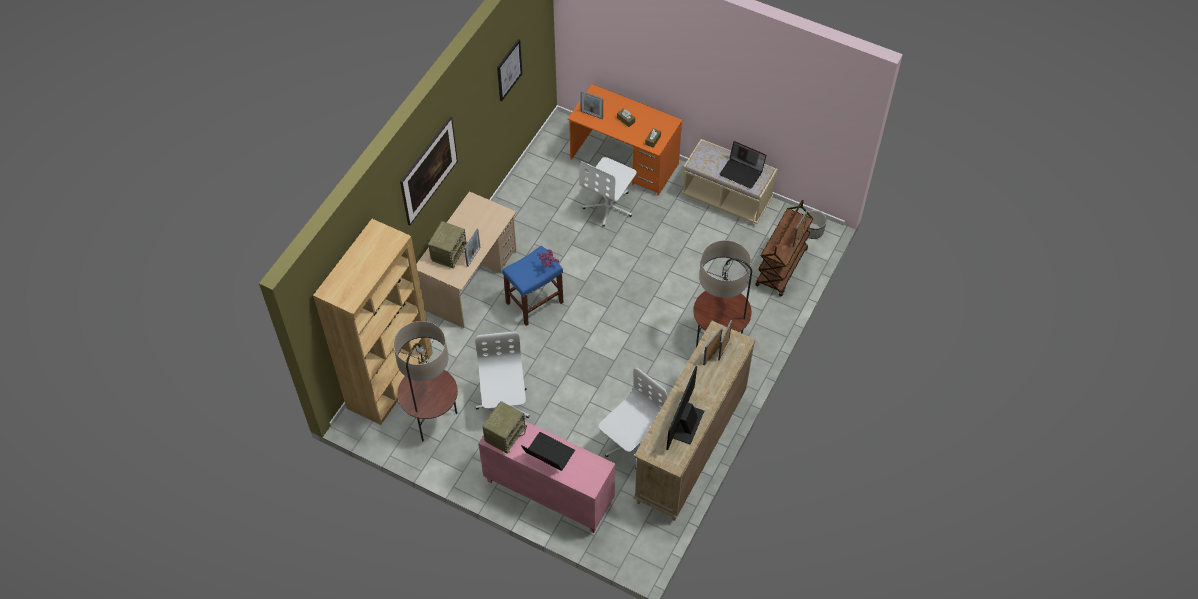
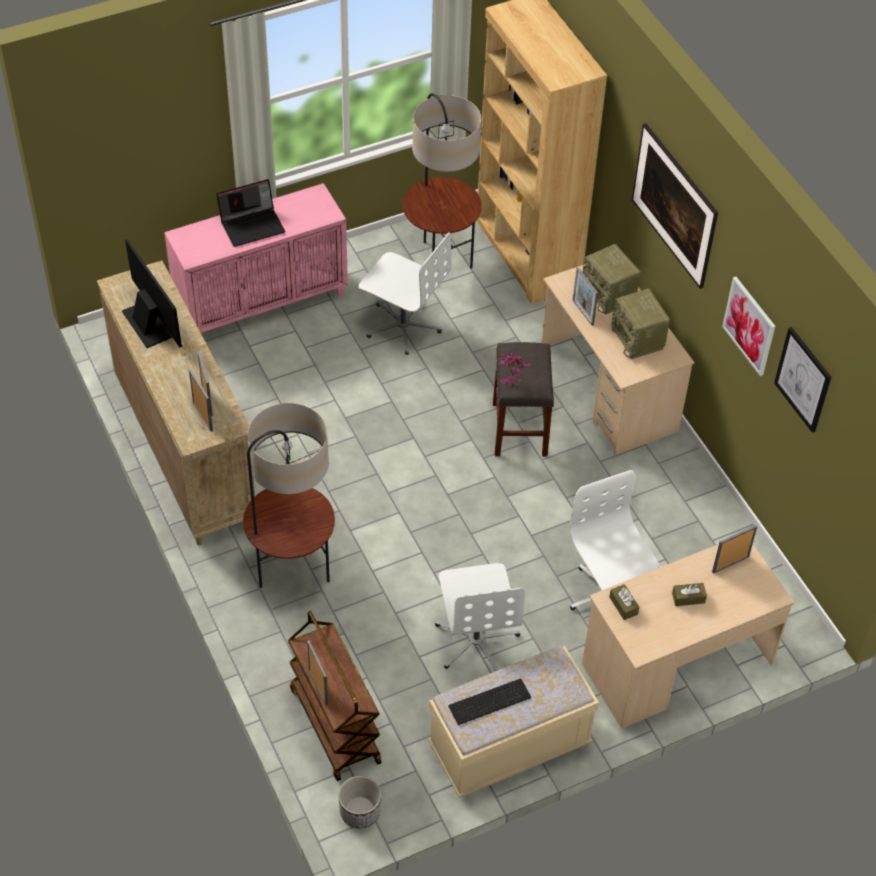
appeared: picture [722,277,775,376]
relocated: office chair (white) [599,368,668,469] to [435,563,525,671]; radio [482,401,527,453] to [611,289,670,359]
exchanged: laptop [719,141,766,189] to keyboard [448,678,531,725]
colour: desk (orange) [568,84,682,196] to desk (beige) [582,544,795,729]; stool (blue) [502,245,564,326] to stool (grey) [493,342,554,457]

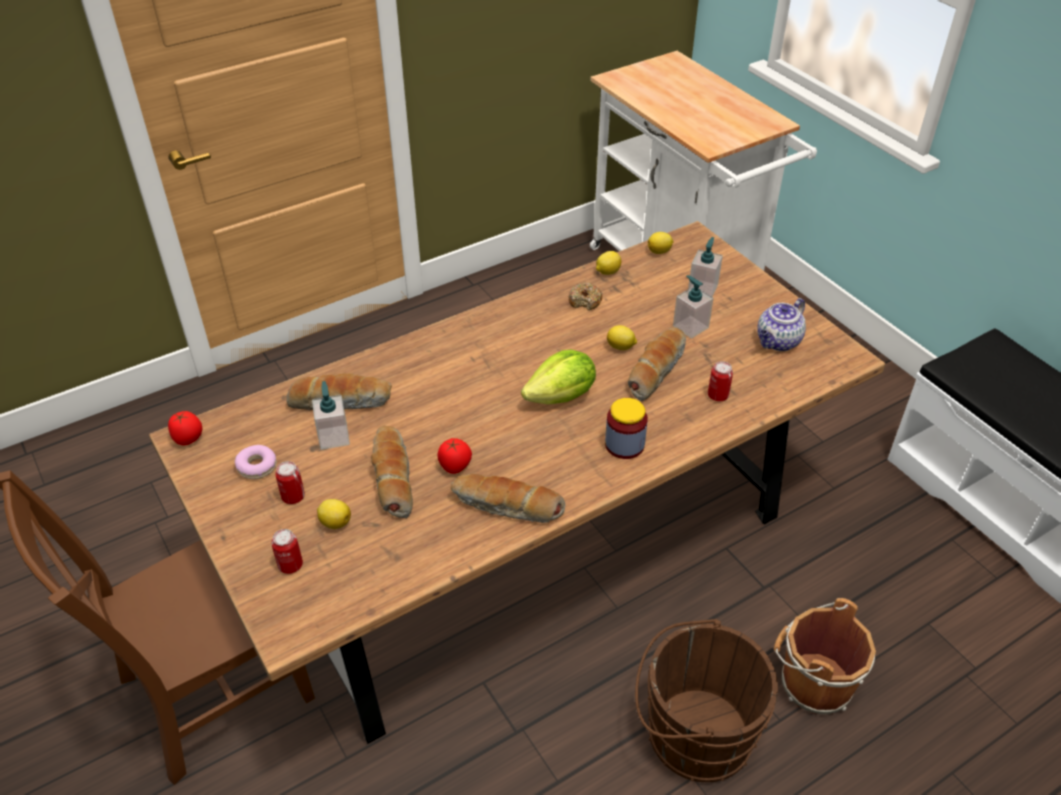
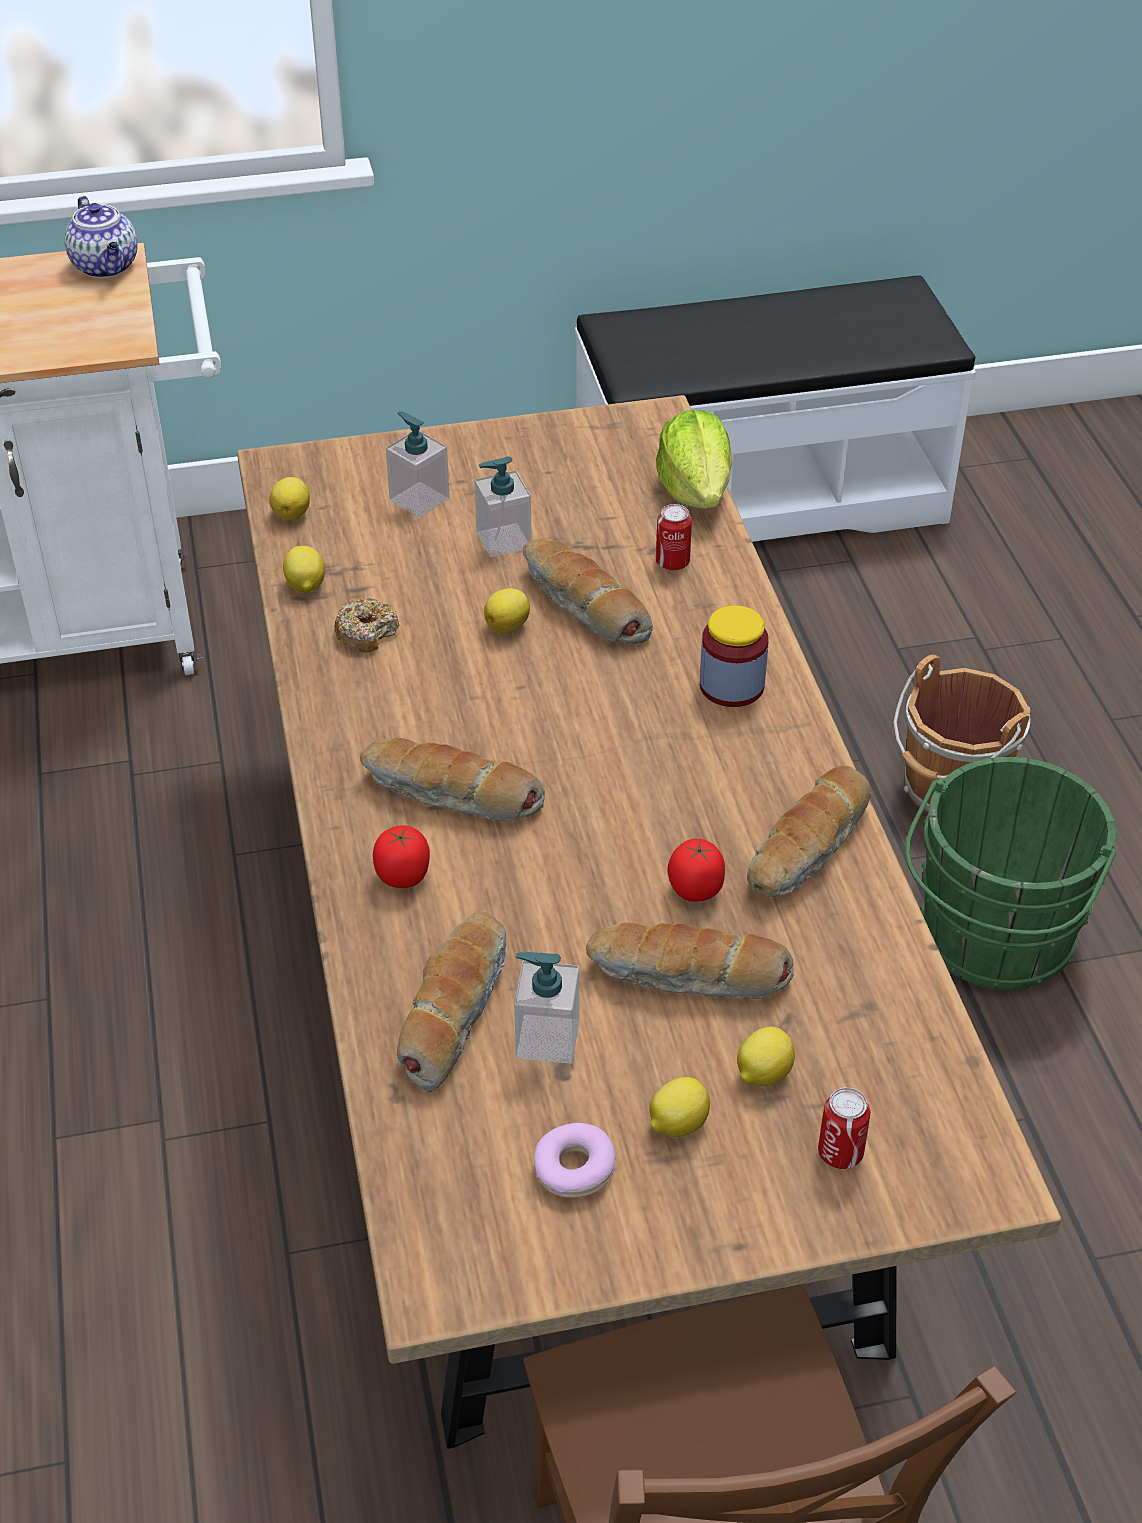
appeared: bread [360,738,545,822]
relocated: teapot [757,298,806,351] to [64,196,137,278]; lettuce [521,349,596,405] to [656,410,732,509]; tomato [168,411,203,445] to [373,825,430,888]
exchanged: can [275,461,305,504] to lemon [649,1077,710,1137]
colour: bucket (brown) [635,619,778,782] to bucket (green) [905,757,1116,990]

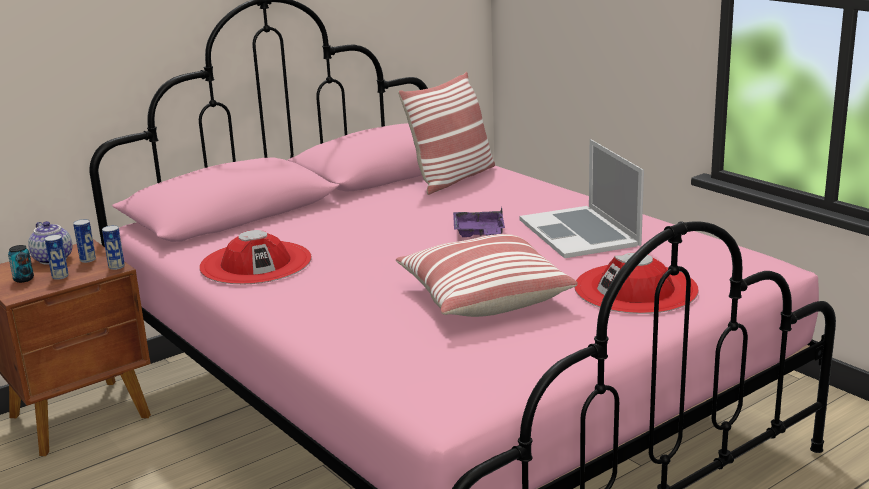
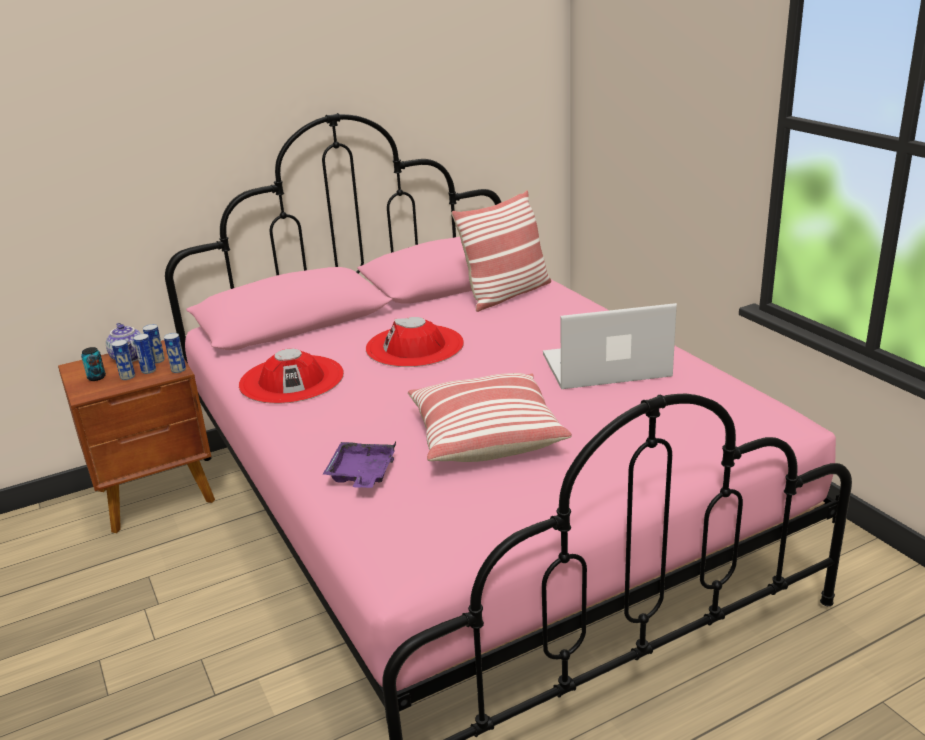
appeared: can [133,334,156,374]
relocated: tray (purple) [453,207,505,237] to [323,441,396,488]; hat (red) [574,253,699,314] to [366,317,464,367]
spun: laptop [520,139,644,258] = [543,303,677,389] 90 degrees clockwise

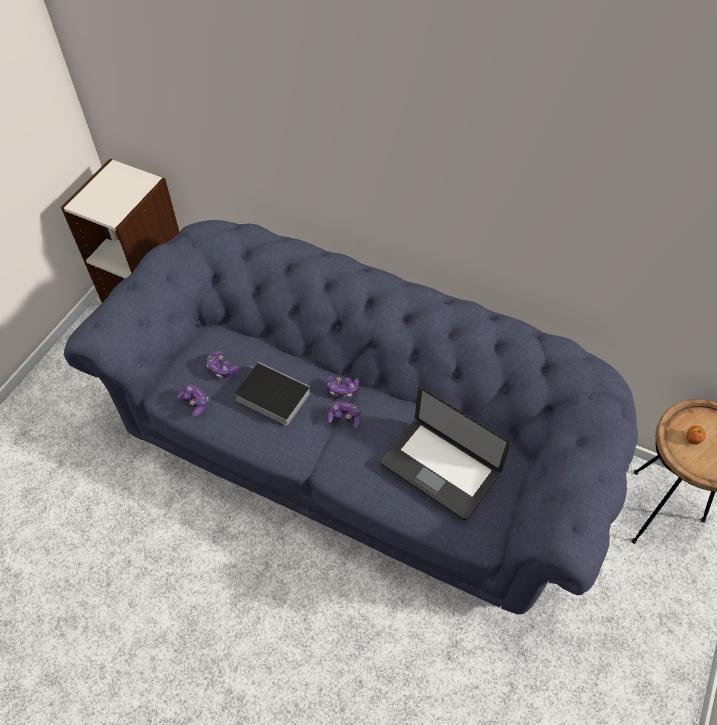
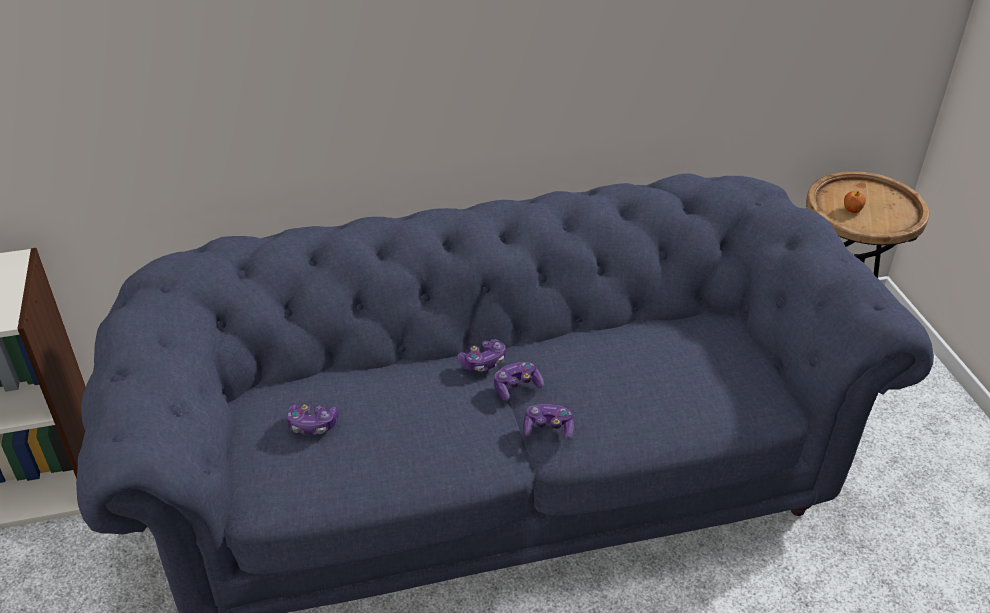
missing: book [234,362,311,426]; laptop [381,387,511,520]
relocated: game controller [177,385,209,417] to [523,404,574,440]

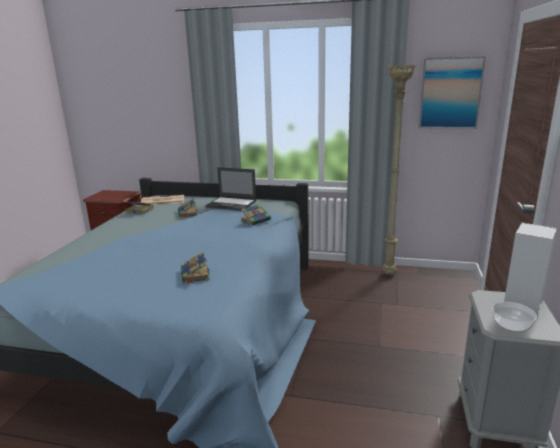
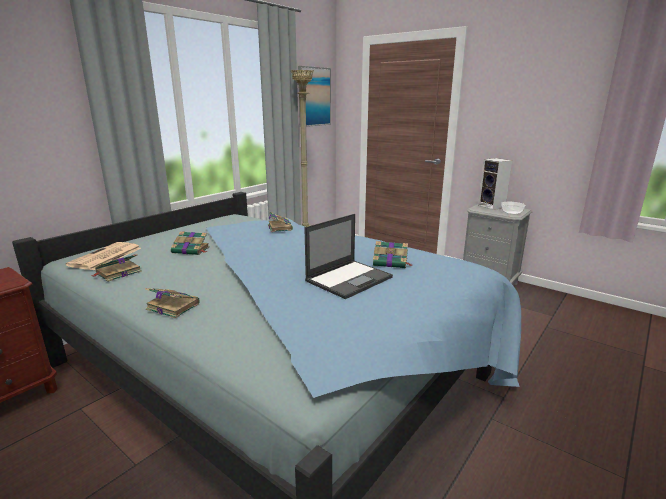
appeared: book [145,288,200,318]
relocated: laptop [205,167,256,211] to [304,214,393,299]

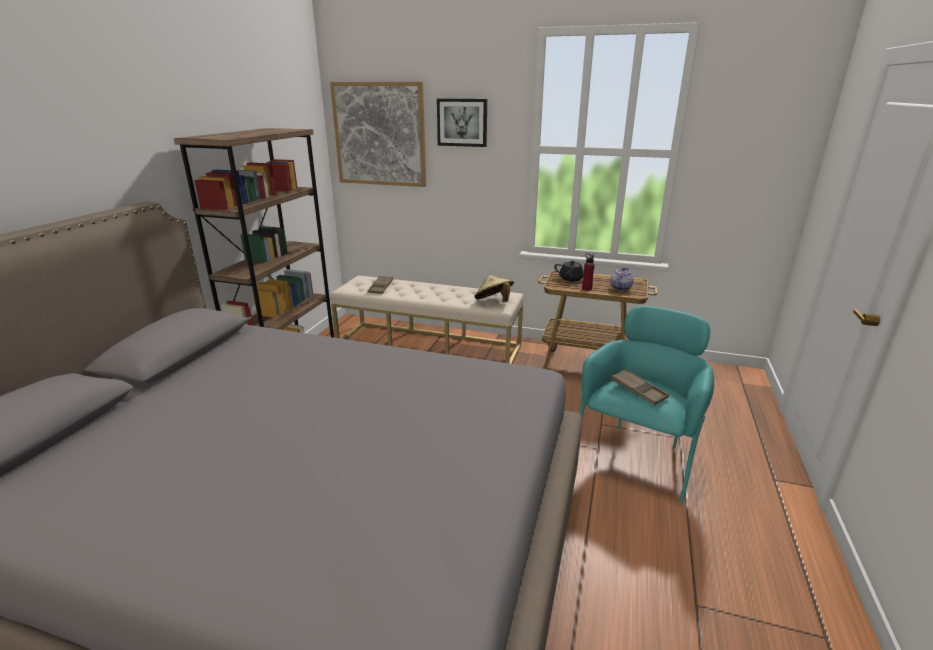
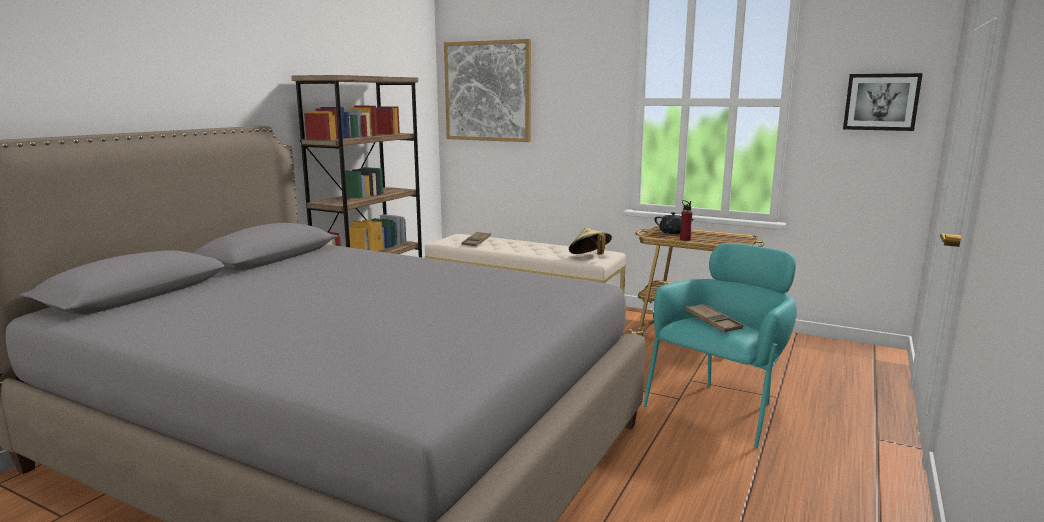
missing: teapot [610,267,634,291]
relocated: picture [437,99,487,147] to [843,73,923,131]

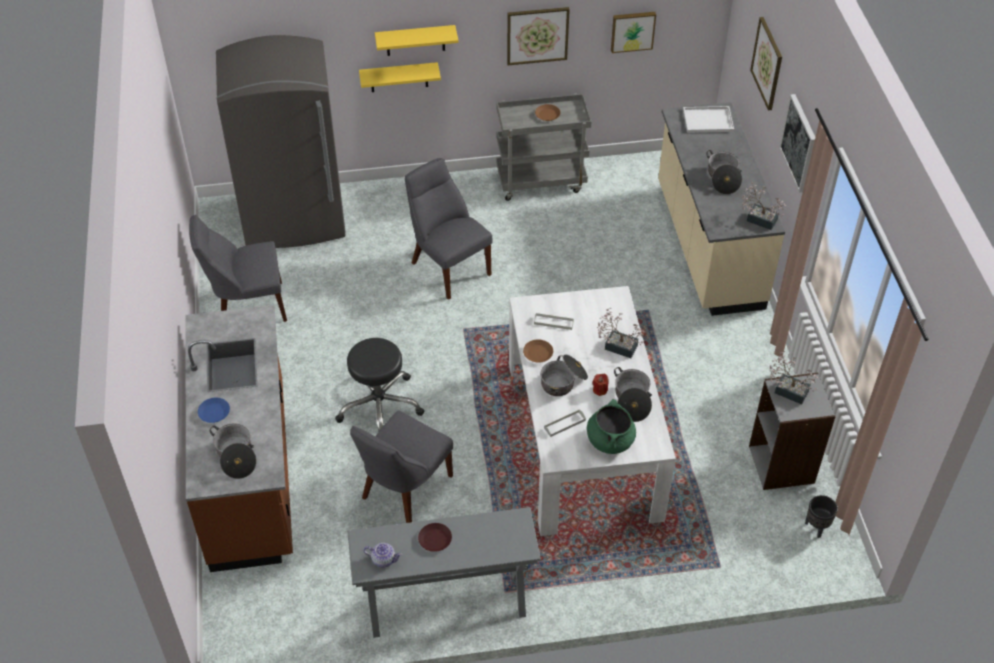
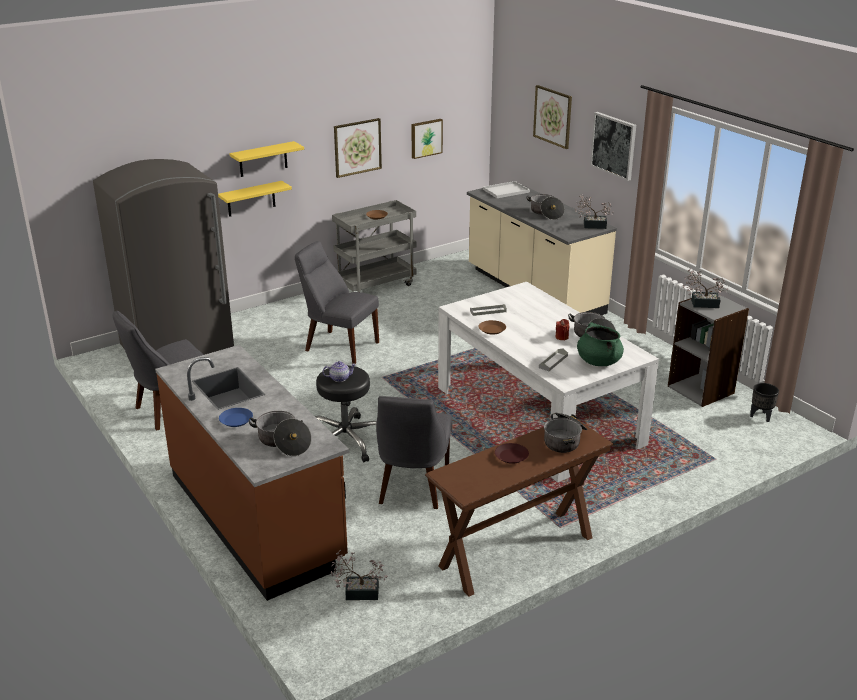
relocated: potted plant [597,308,645,358] to [331,550,388,600]; cooking pot [540,354,588,396] to [544,413,588,453]; teapot [363,543,402,568] to [322,361,356,382]
colour: console table (grey) [347,507,541,638] to console table (brown) [425,419,614,597]

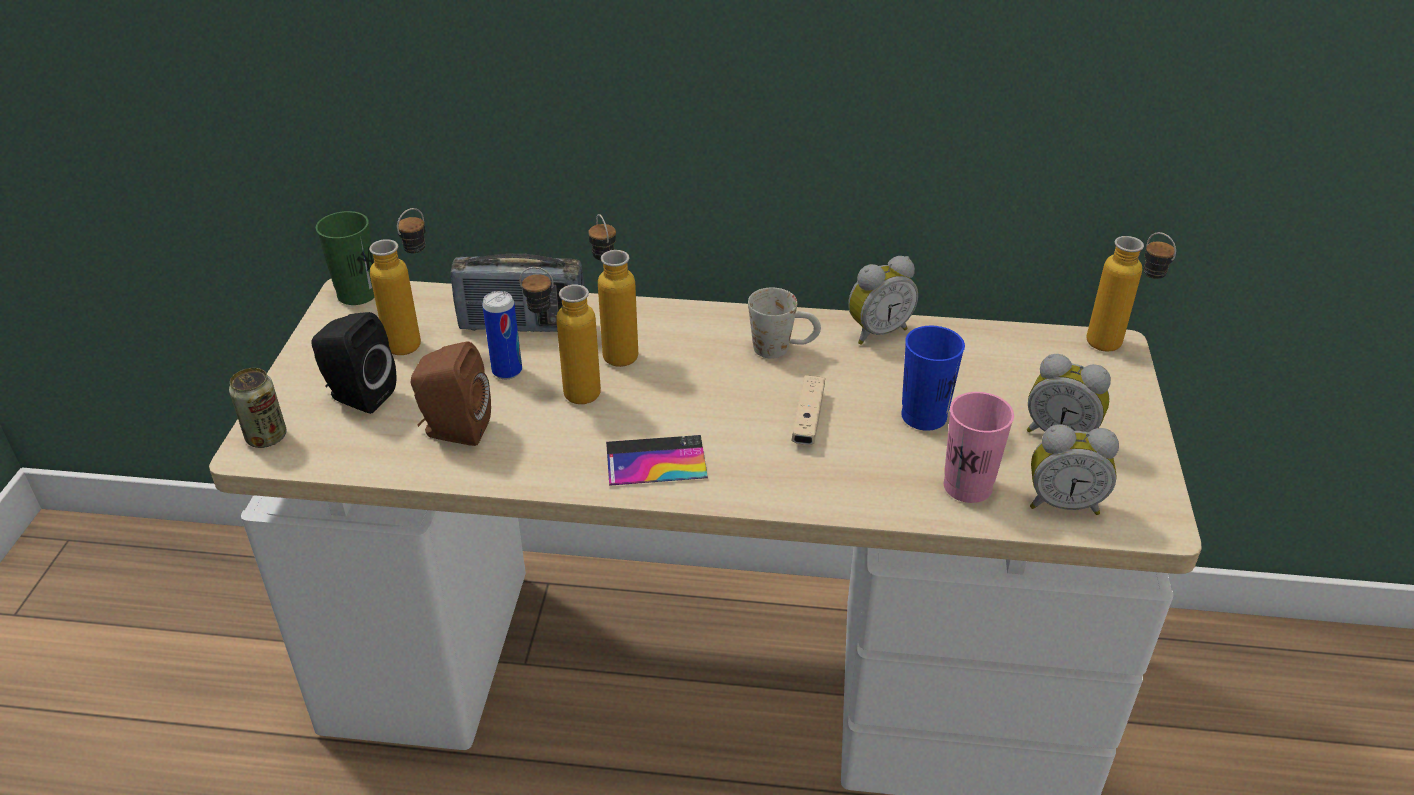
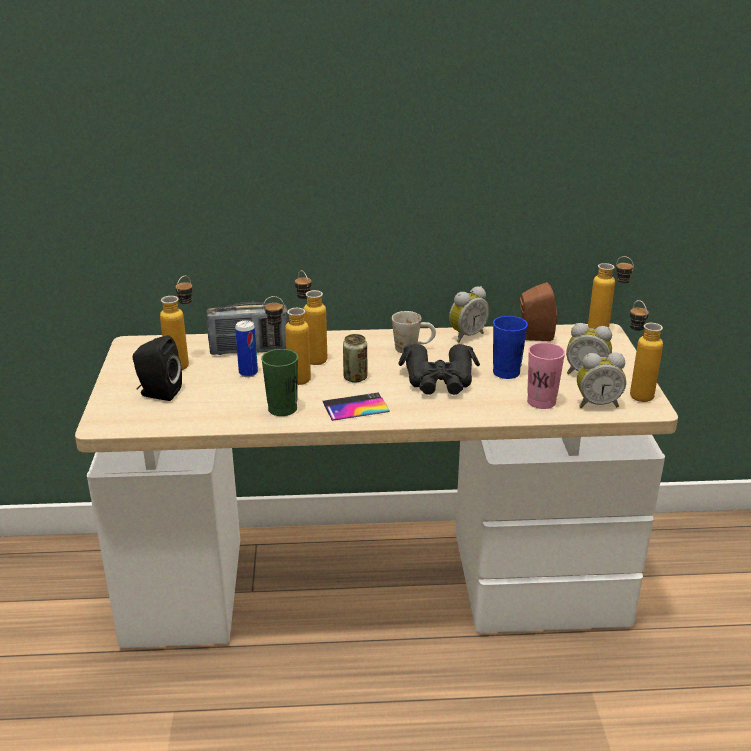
appeared: bottle [630,300,663,402]
relocated: cup (green) [316,211,375,305] to [261,349,298,416]; speaker (brown) [411,341,491,446] to [520,282,557,341]; can [229,368,287,448] to [343,334,367,383]
exchanged: game controller (beige) [791,375,825,445] to binoculars (black) [398,344,480,395]

